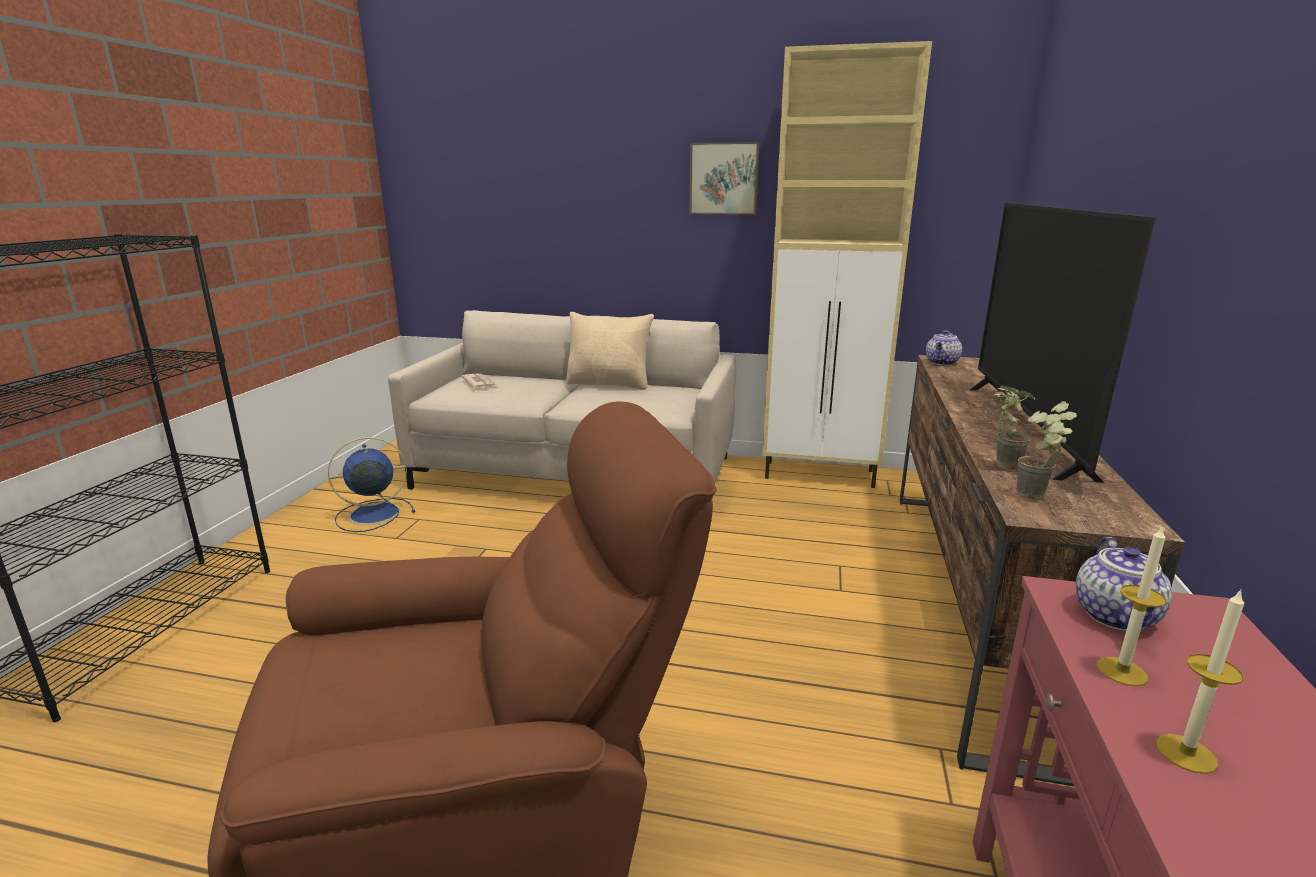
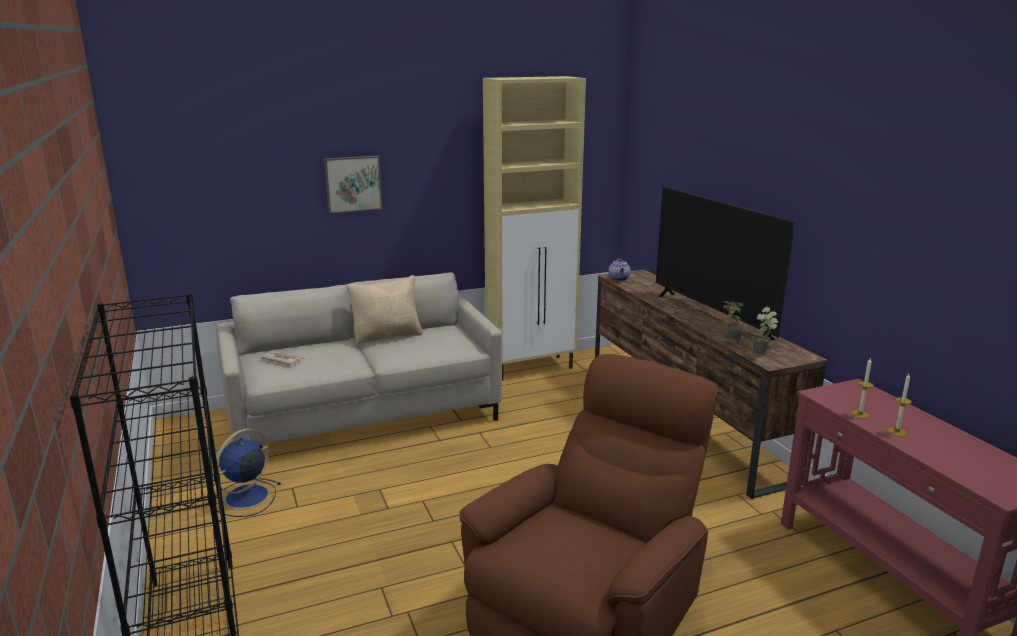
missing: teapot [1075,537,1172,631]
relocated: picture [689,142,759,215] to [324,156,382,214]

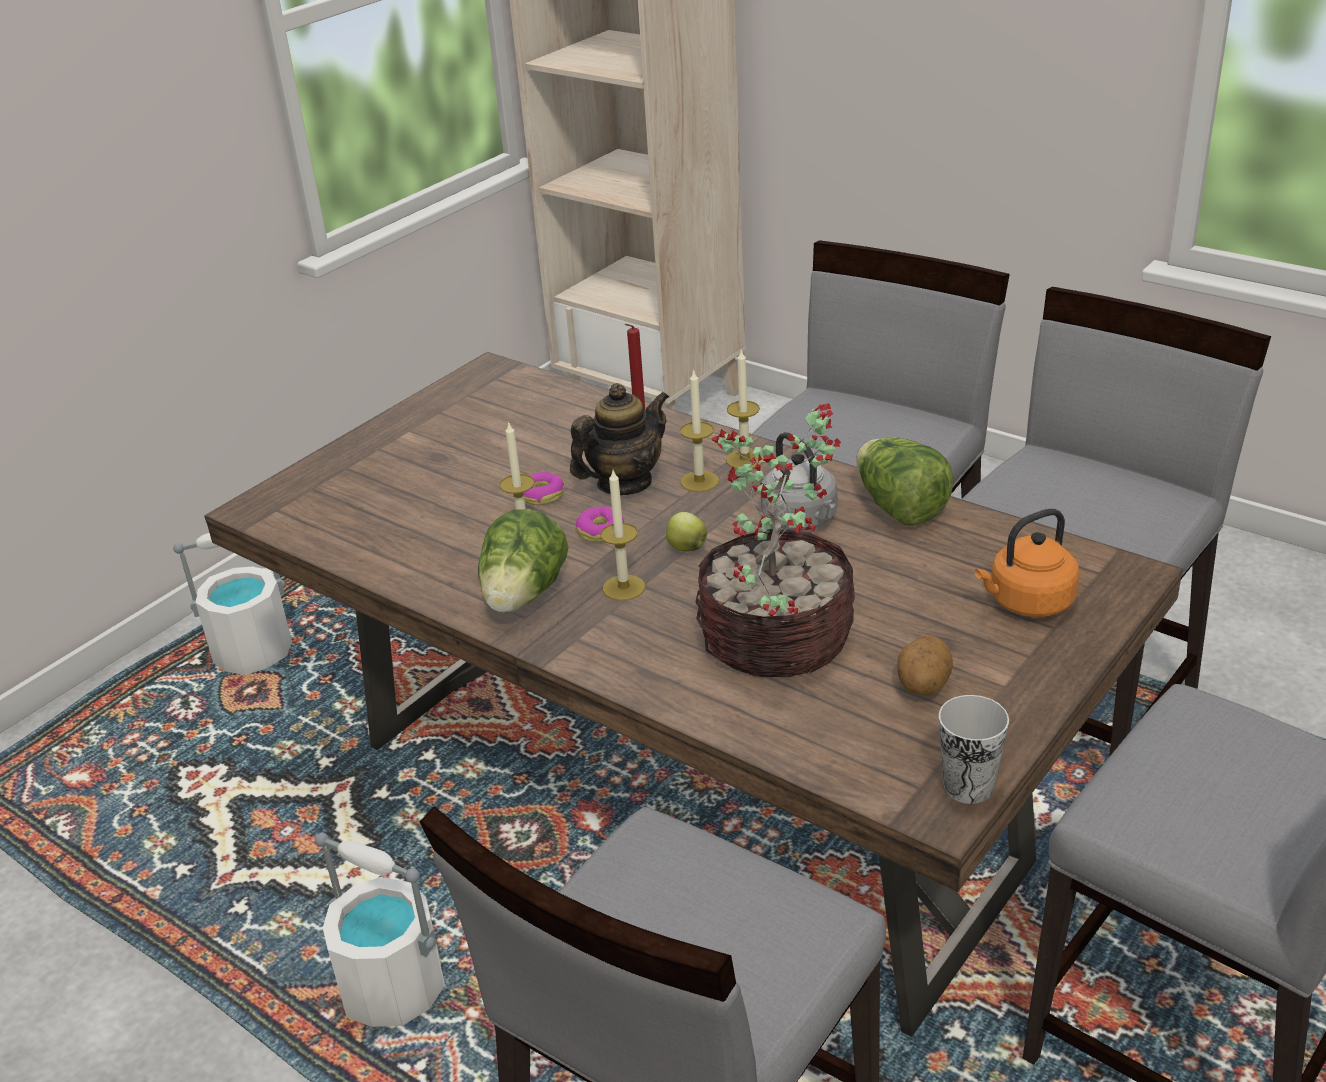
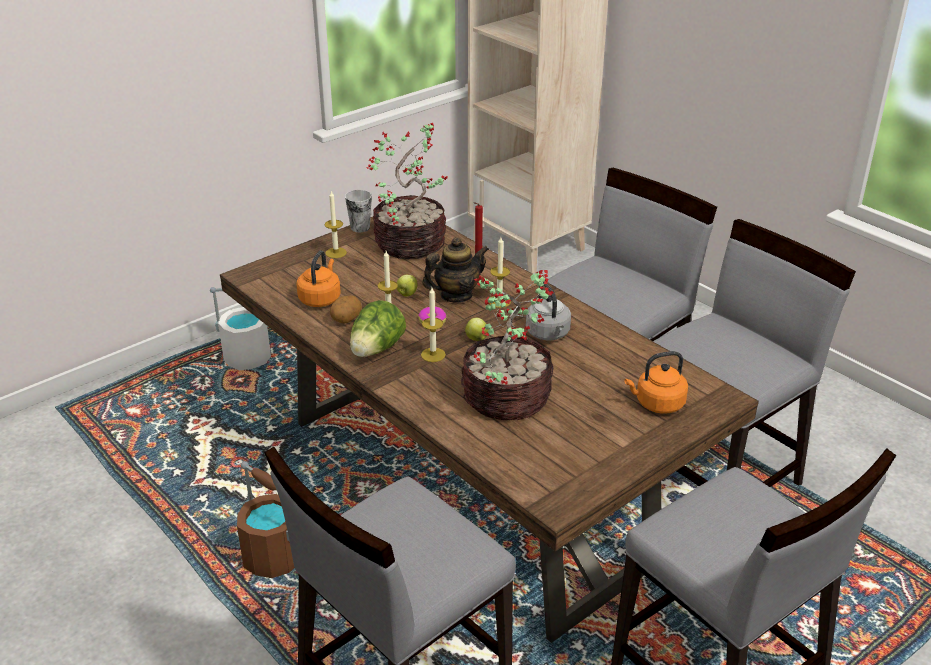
missing: lettuce [856,437,953,526]
appeared: potted plant [366,123,448,259]; kettle (orange) [296,251,341,307]
relocated: candle [726,350,764,469] to [325,191,347,258]; potato [897,635,953,696] to [330,295,362,324]; cup [939,695,1009,804] to [345,190,372,232]
exchanged: donut [523,472,564,505] to apple [397,275,417,296]
colour: bucket (white) [315,833,445,1027] to bucket (brown) [237,461,295,578]

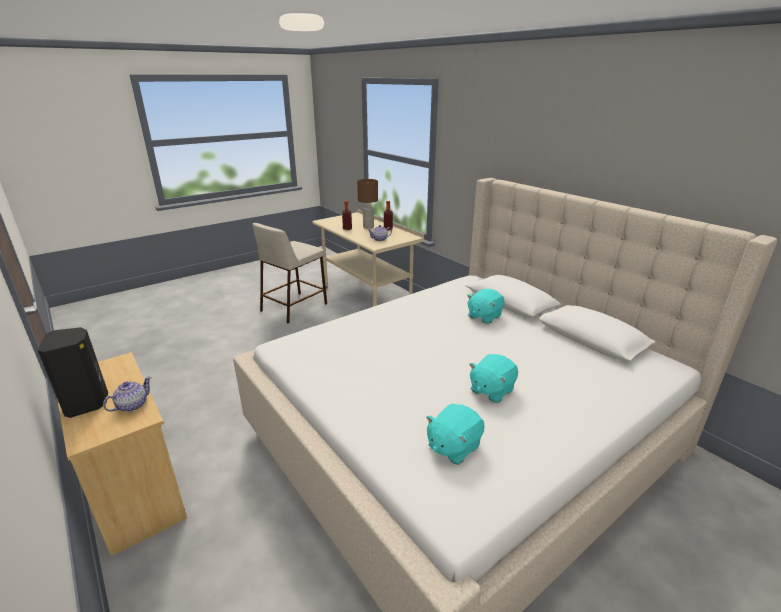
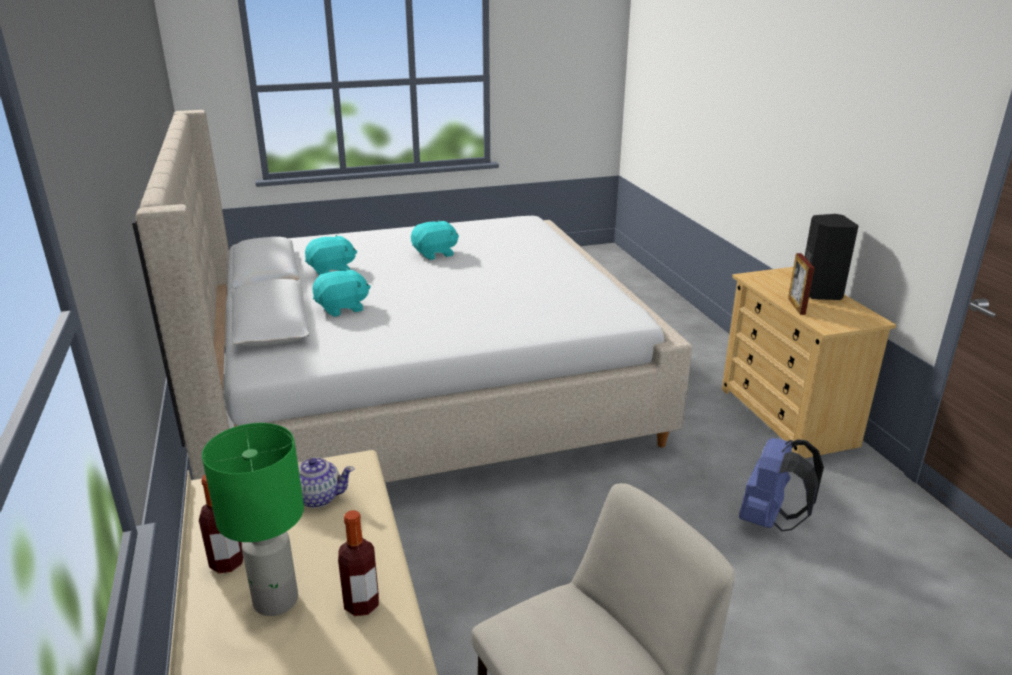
missing: teapot [103,376,151,412]
appeared: picture frame [788,253,814,315]; backpack (blue) [739,438,824,532]
relocated: plush toy (turquoise) [426,404,485,465] to [305,235,357,275]
colour: table lamp (brown) [357,179,378,229] to table lamp (green) [202,423,304,616]

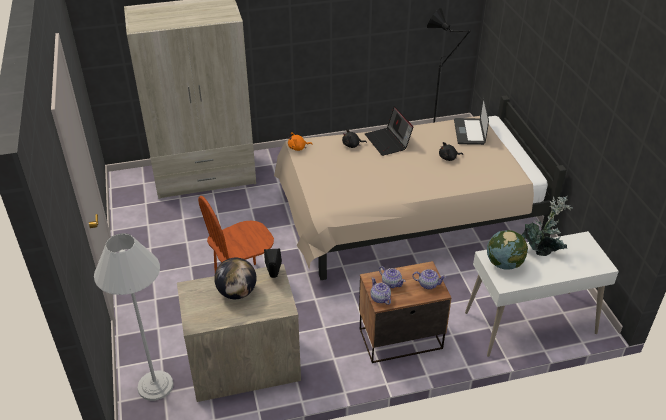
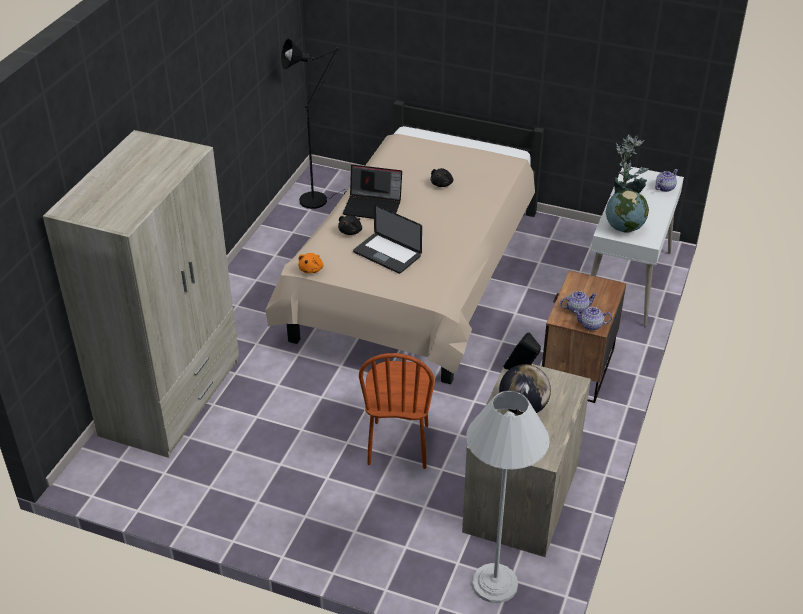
relocated: laptop [454,97,489,145] to [353,204,422,274]; teapot [412,269,446,289] to [655,169,678,192]

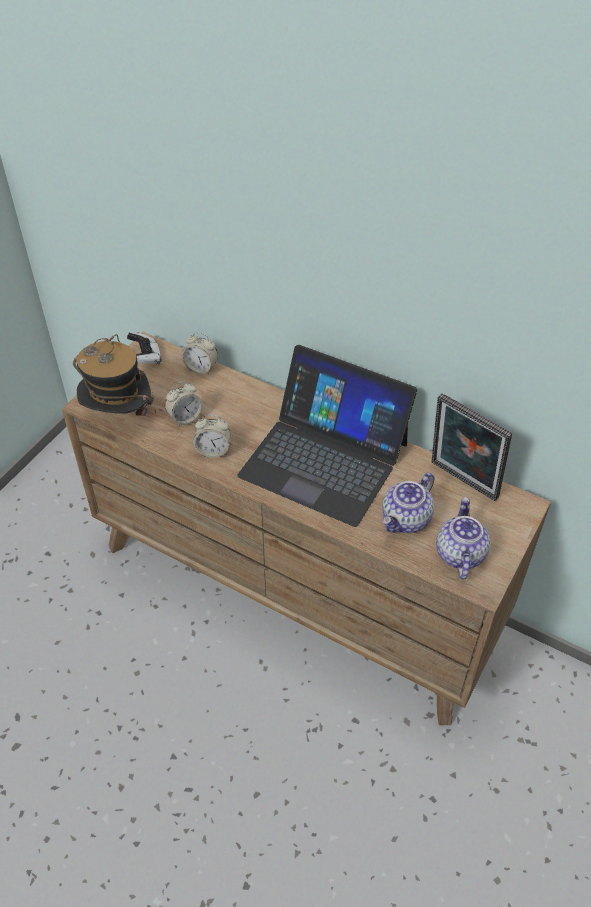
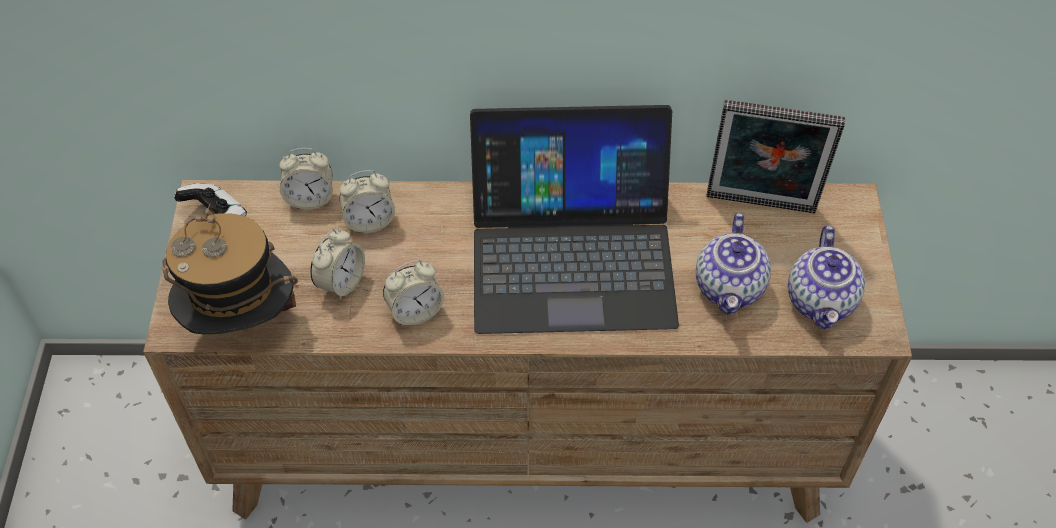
appeared: alarm clock [339,170,395,233]
spun: teapot [436,497,491,579] = [788,226,865,329] 150 degrees counterclockwise

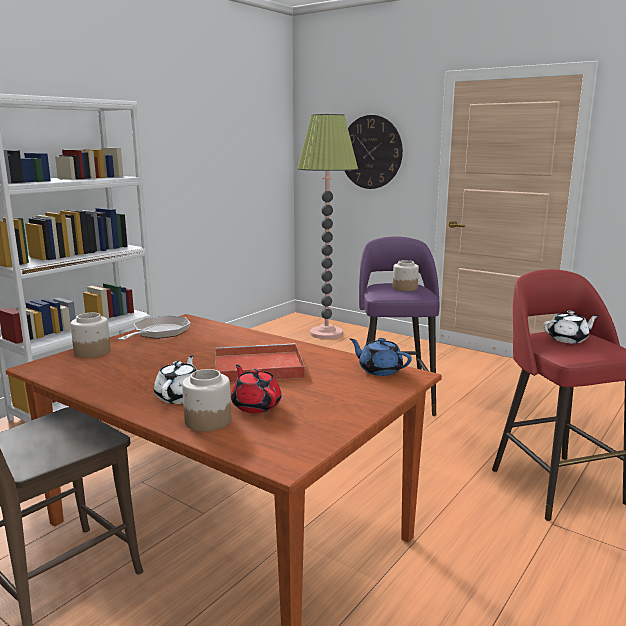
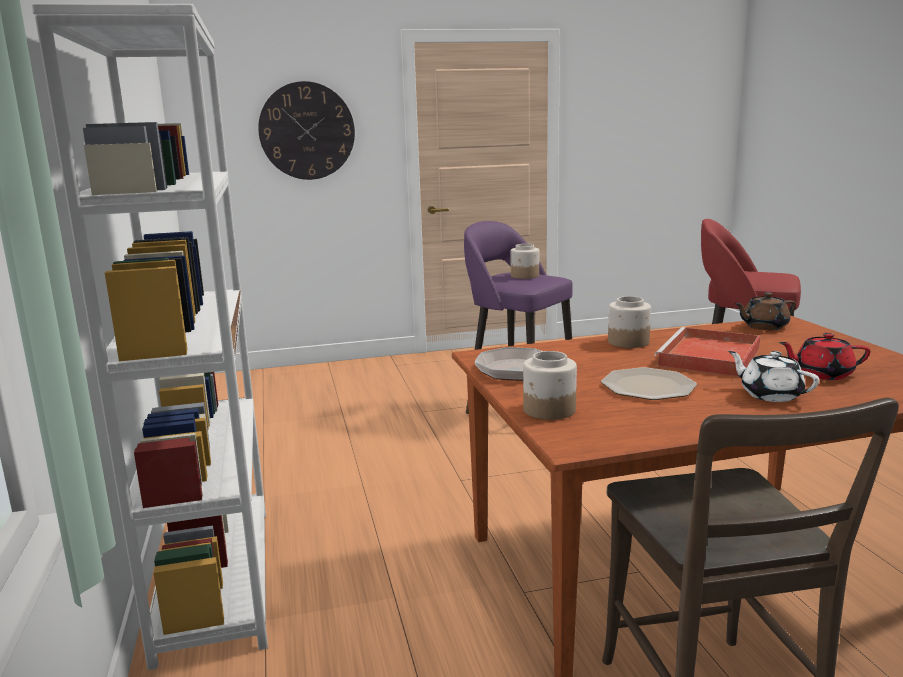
missing: floor lamp [297,113,358,339]; teapot (white) [543,311,599,343]
appeared: plate [601,367,697,400]
relocated: jar [182,369,231,432] to [608,296,651,348]
colour: teapot (blue) [350,338,412,376] to teapot (brown) [735,292,796,330]

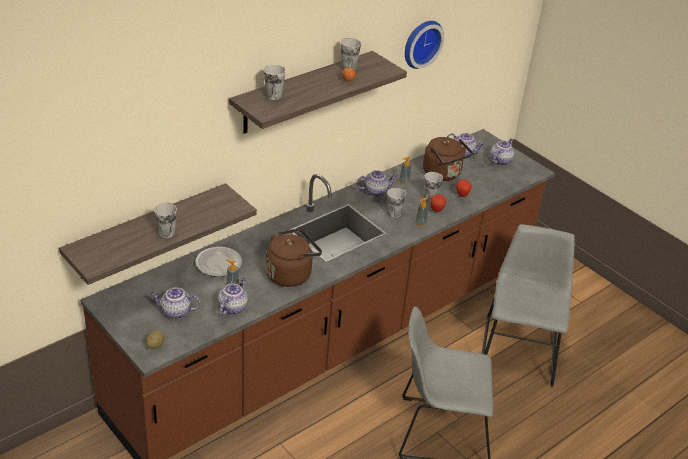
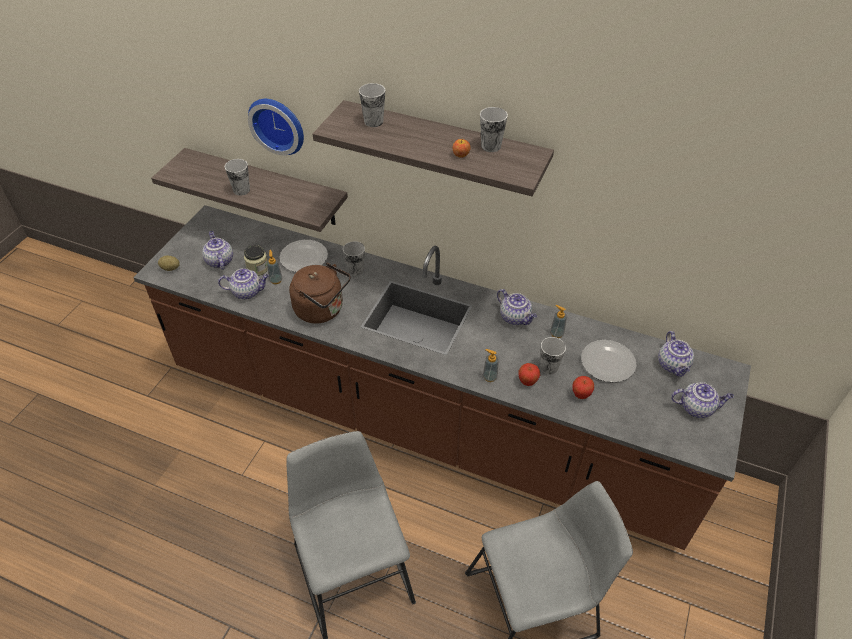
appeared: jar [244,245,268,276]
relocated: wall clock [405,21,444,69] to [248,99,304,155]; cup [387,188,406,218] to [343,241,365,276]
exchanged: kettle (brown) [423,137,473,181] to plate [581,340,636,382]

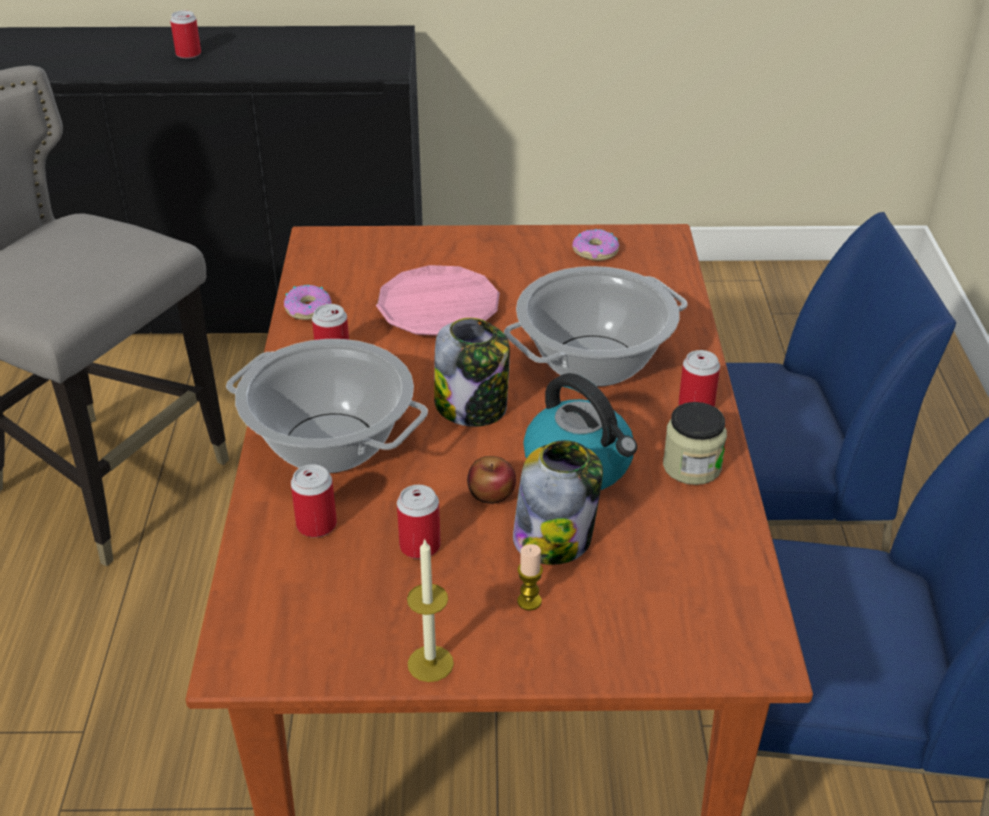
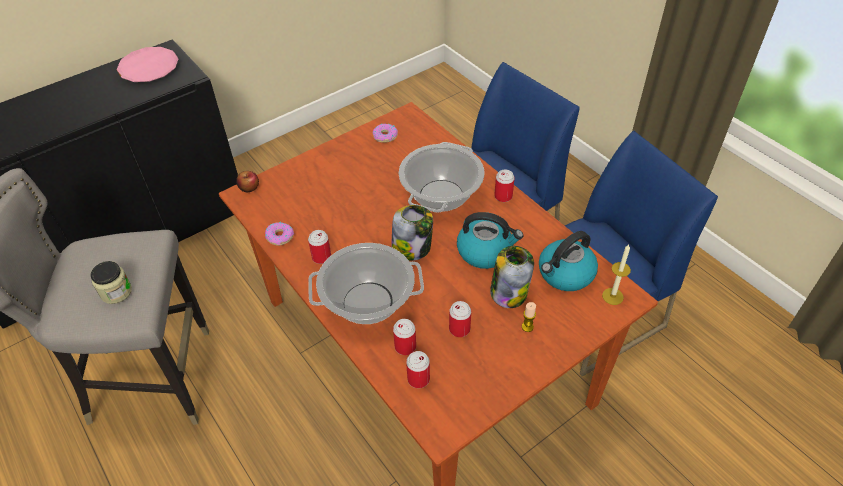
appeared: kettle [539,231,598,291]
relocated: can [170,10,201,59] to [406,351,430,388]; plate (pink) [376,265,500,335] to [117,47,179,82]; jar [663,402,727,485] to [90,261,132,304]; apple [467,456,516,504] to [236,171,259,192]; candle [407,538,454,682] to [602,245,631,305]

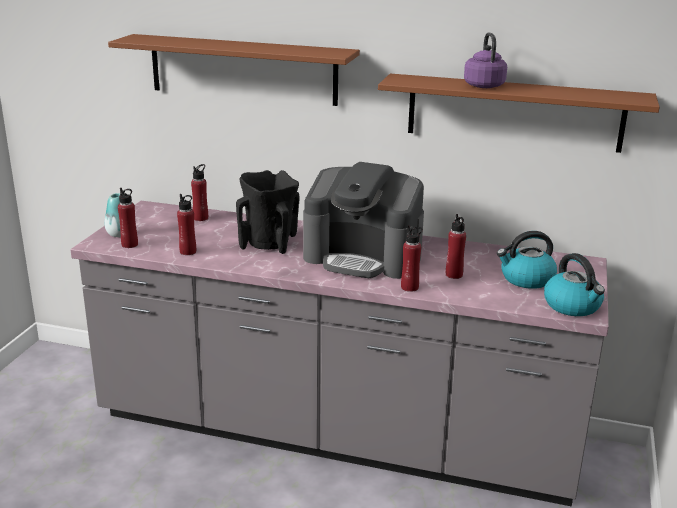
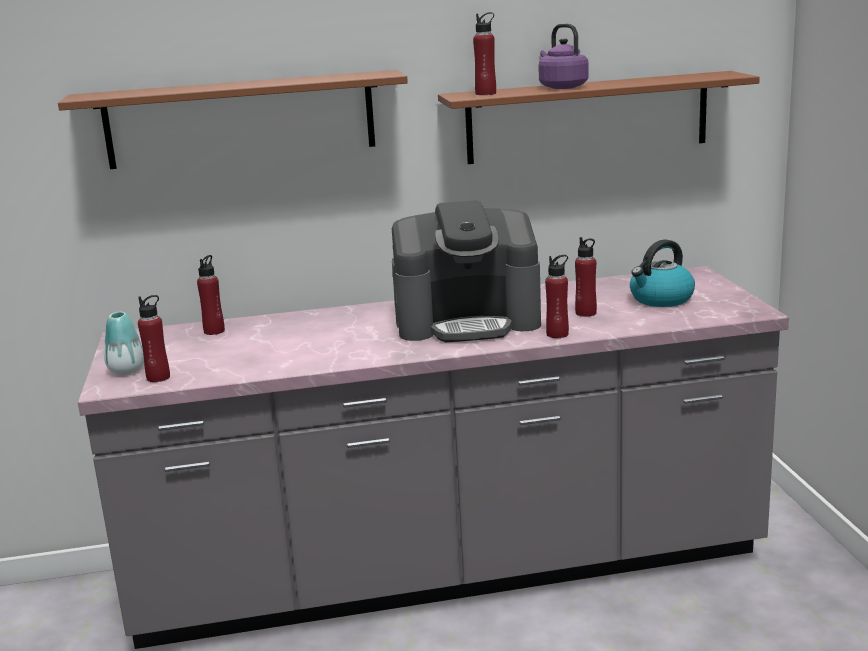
missing: vase (black) [236,170,300,254]; kettle [544,253,605,316]
relocated: bottle (red) [177,194,196,255] to [473,12,496,95]

